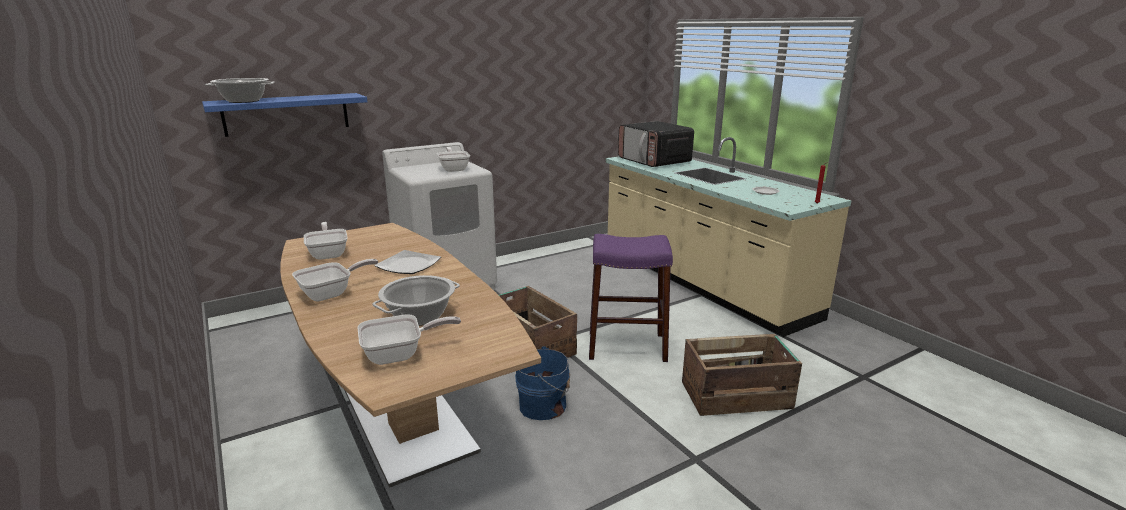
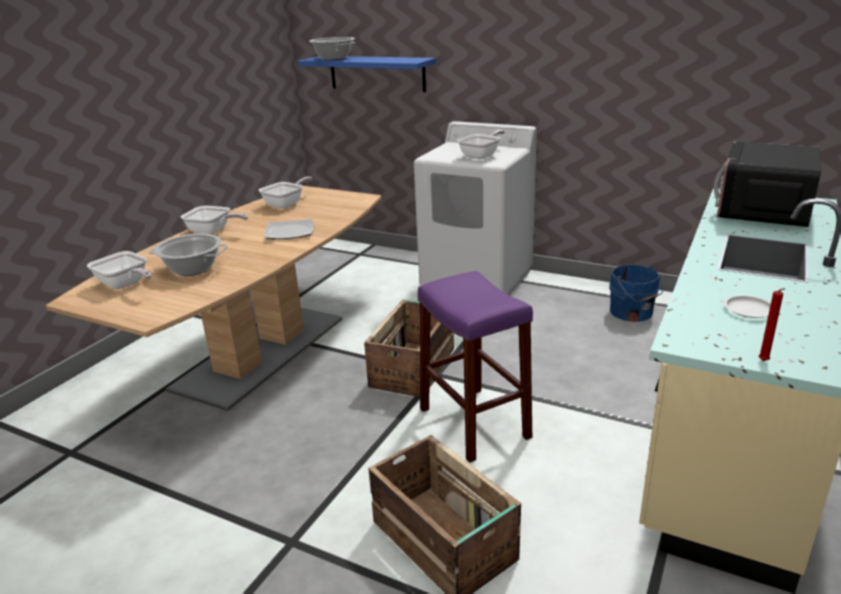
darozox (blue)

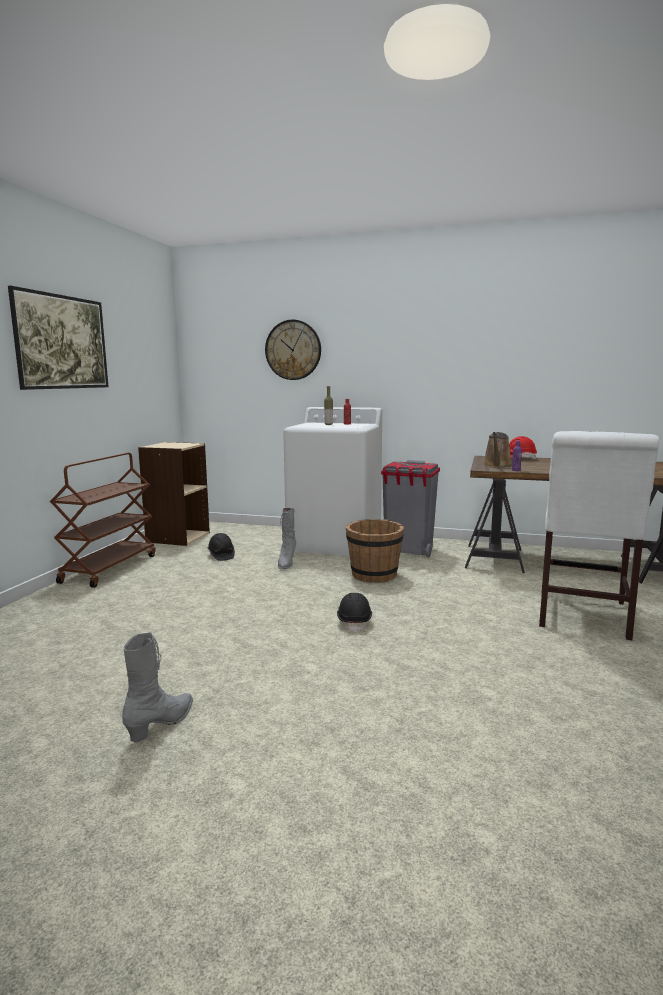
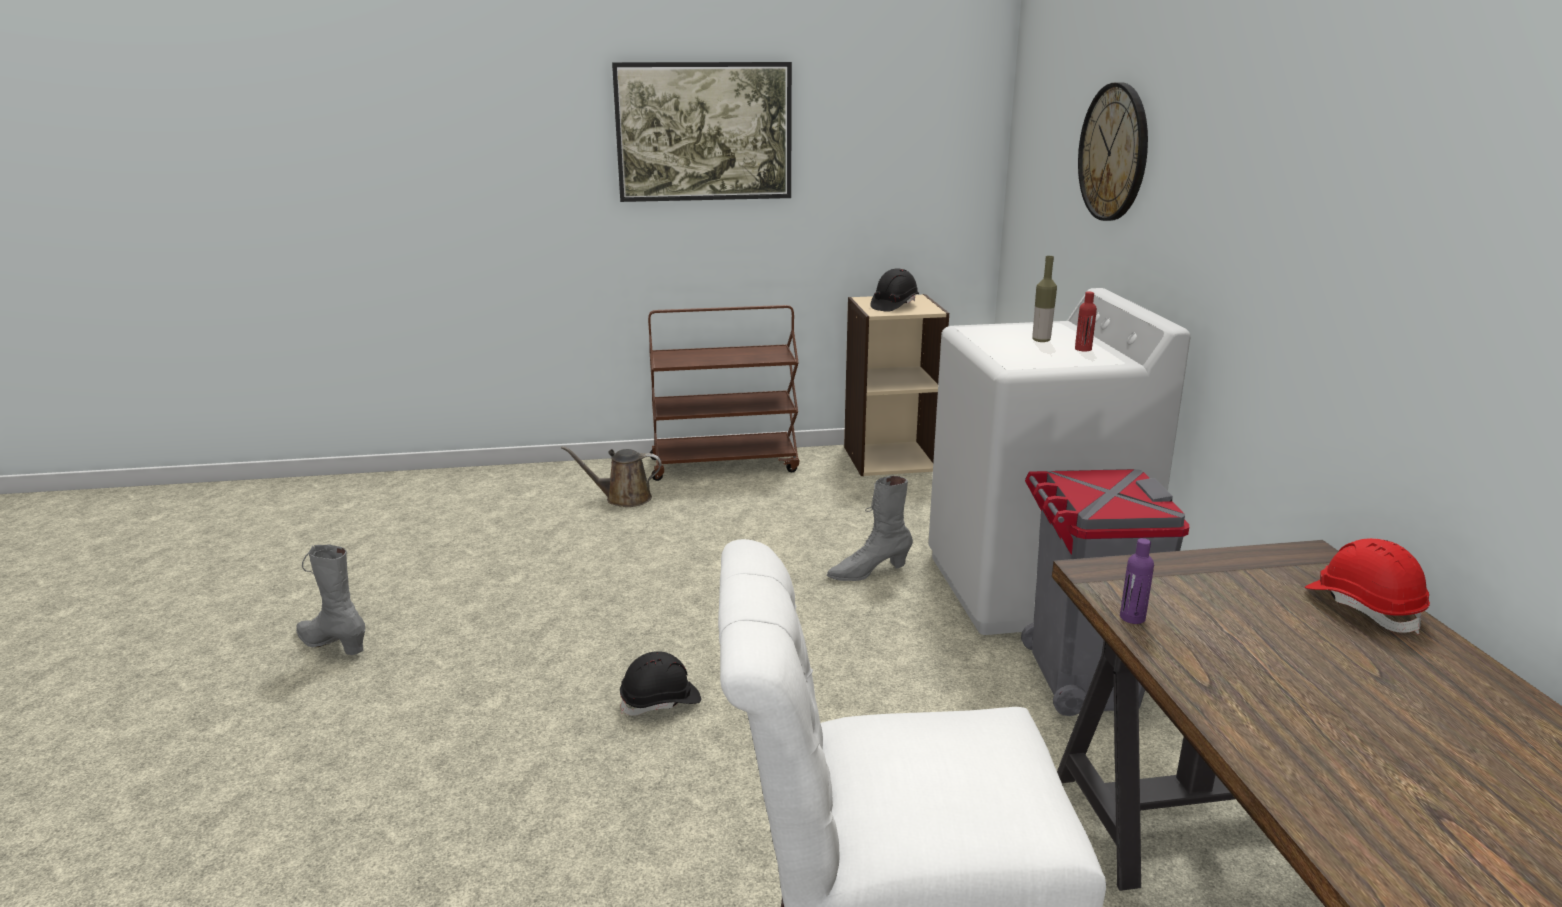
darozox (brown)
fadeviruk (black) (2nd from left)
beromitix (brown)
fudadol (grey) (1st from left)

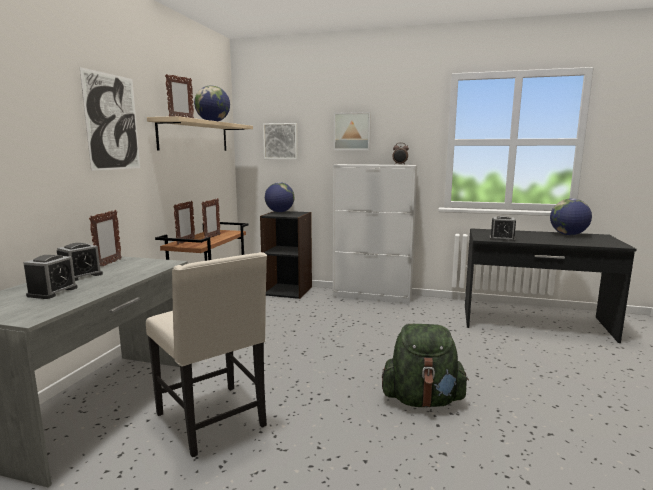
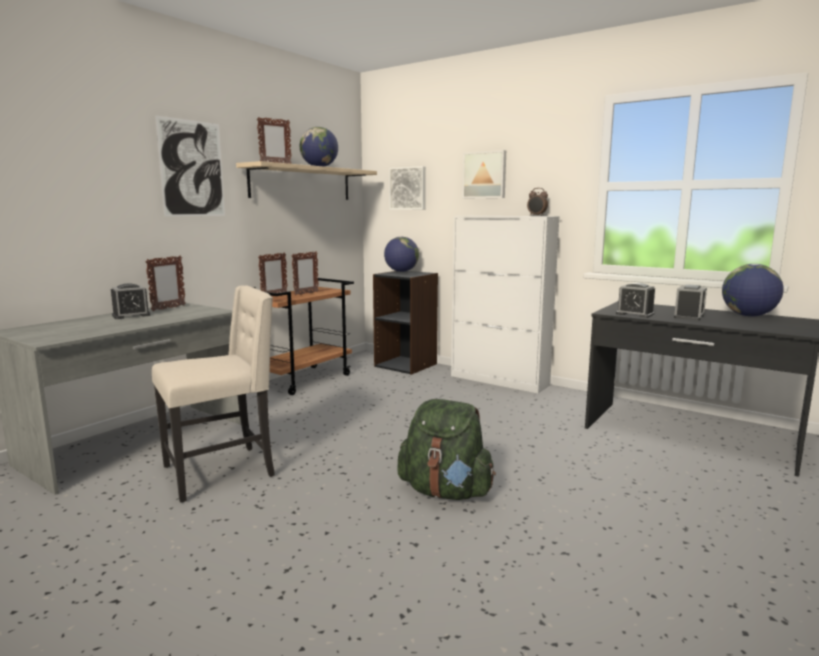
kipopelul (4th from left)
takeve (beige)

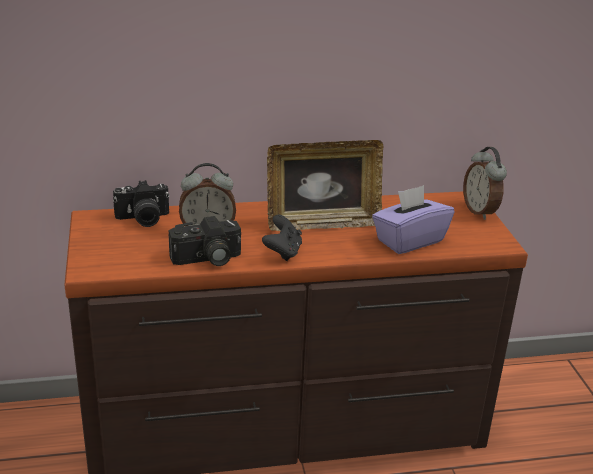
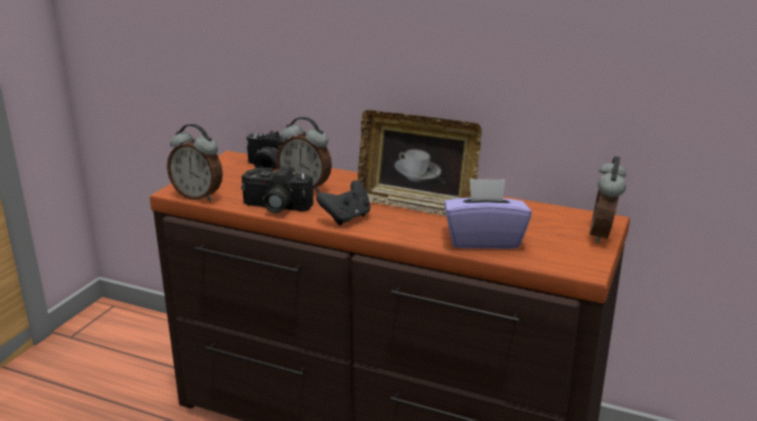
kipopelul (1st from left)

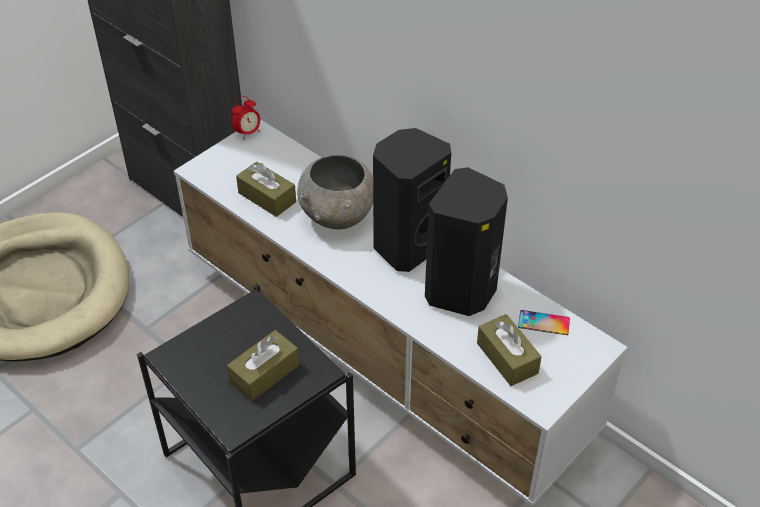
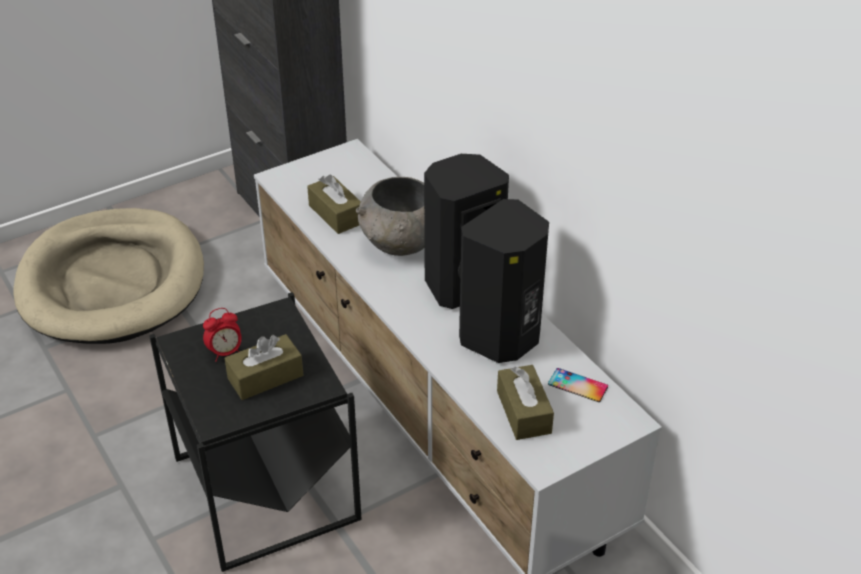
kipopelul

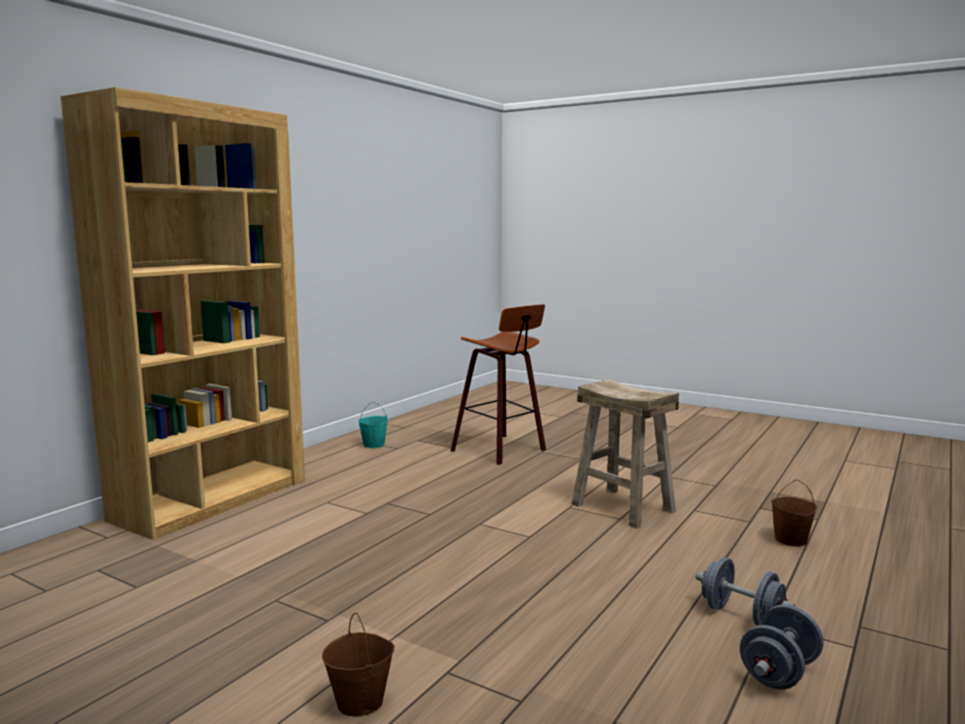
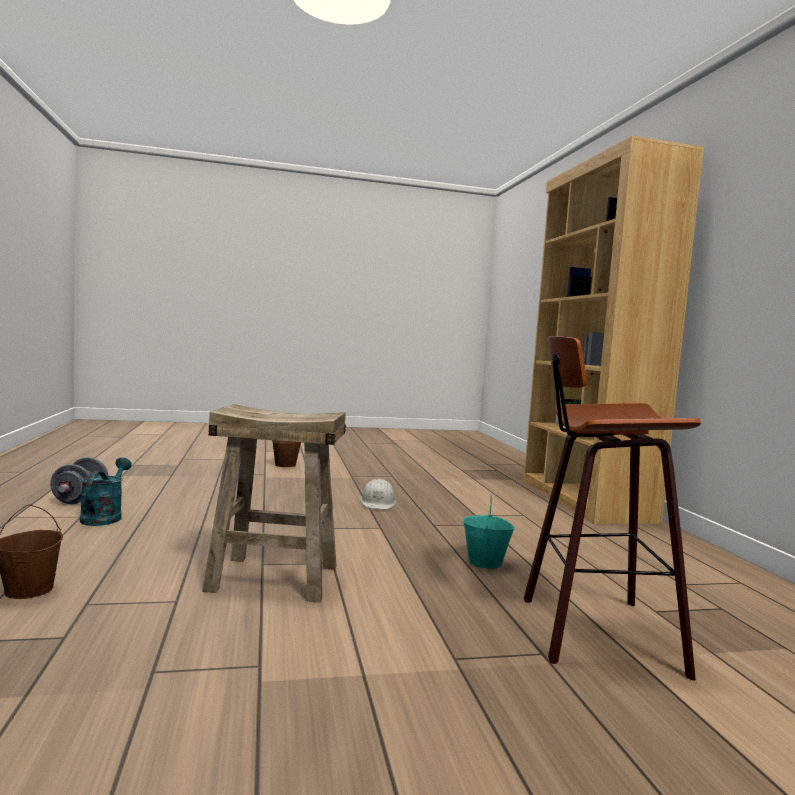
fadeviruk (white)
darozox (turquoise)
beromitix (turquoise)

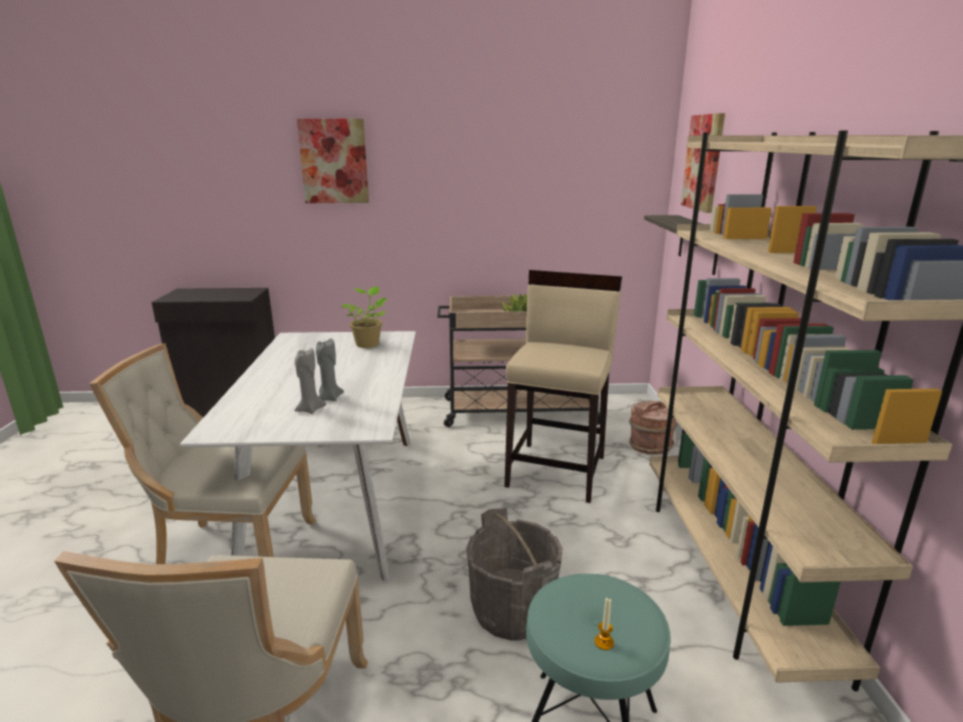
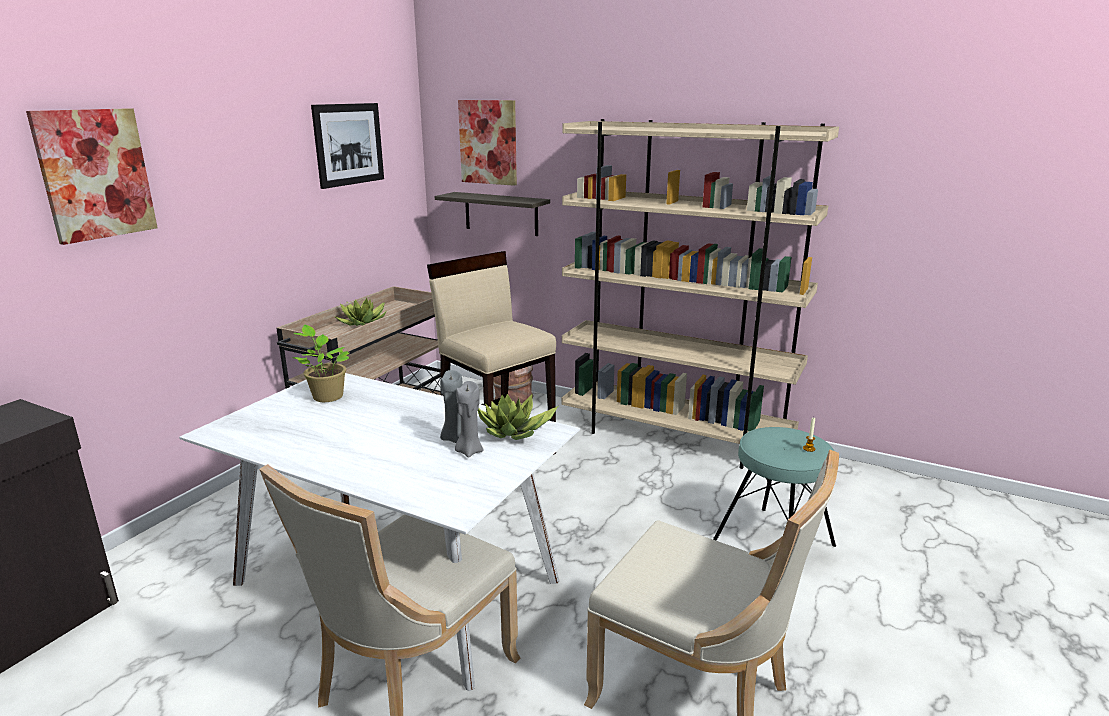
darozox (grey)
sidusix (2nd from left)
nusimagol (3rd from left)

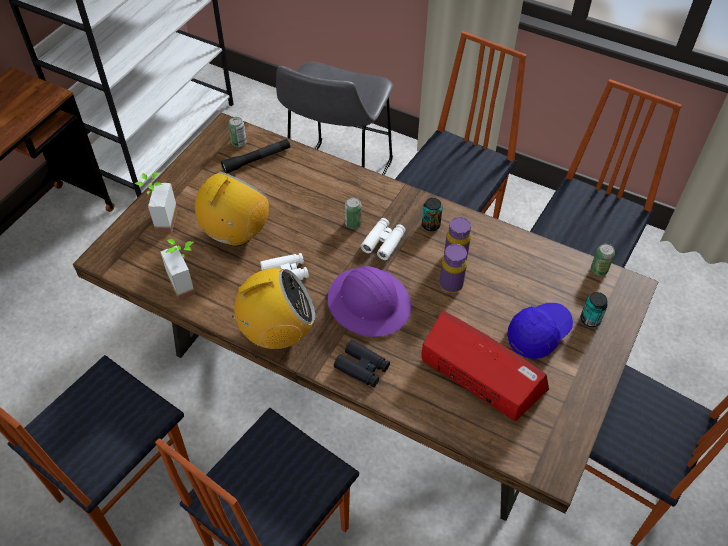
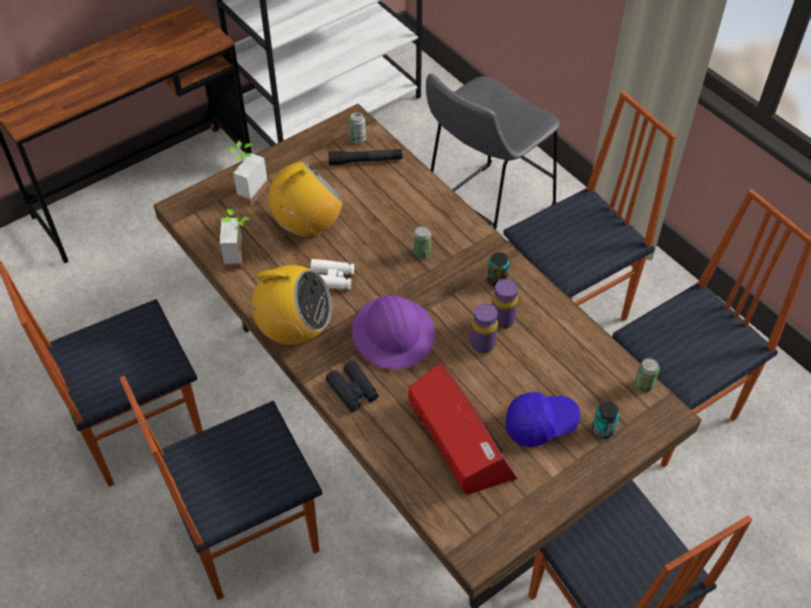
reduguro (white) (2nd from left in the first image)

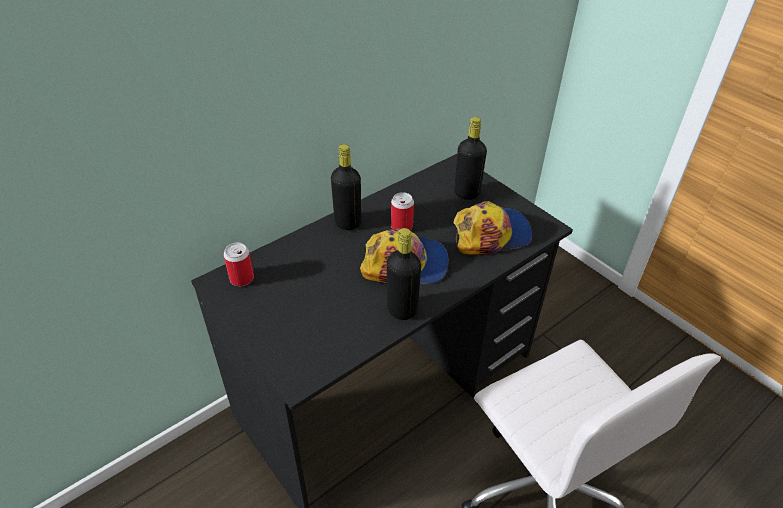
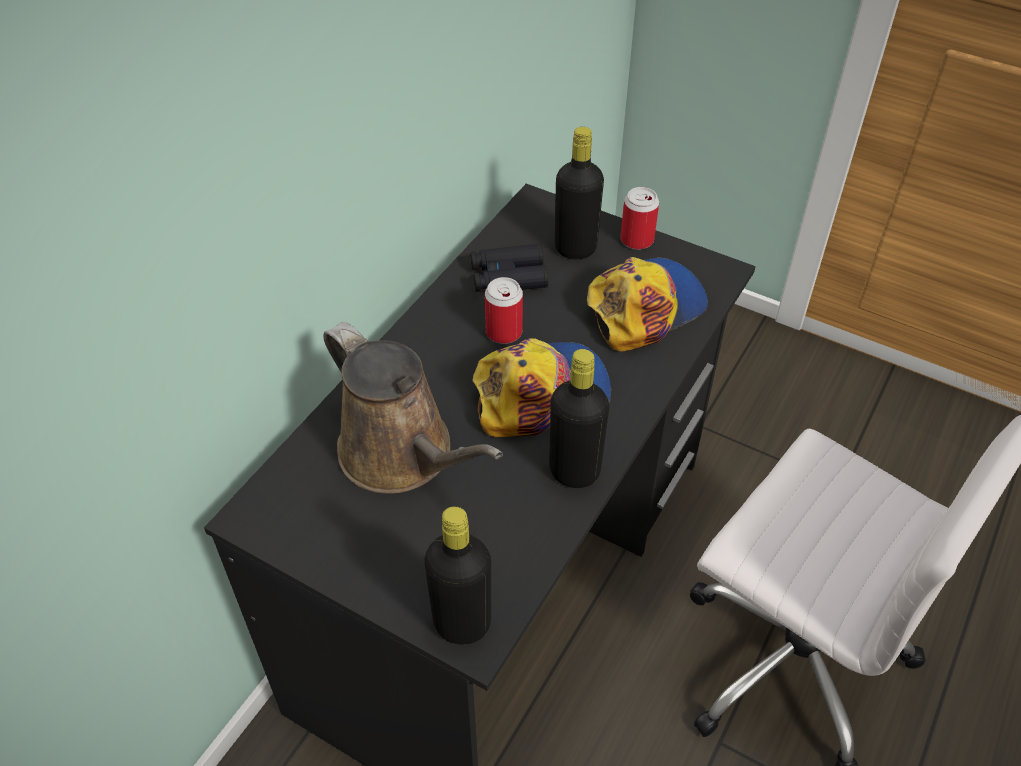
beromitix (brown)
reduguro (black)
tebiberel (2nd from left)
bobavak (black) (1st from left)

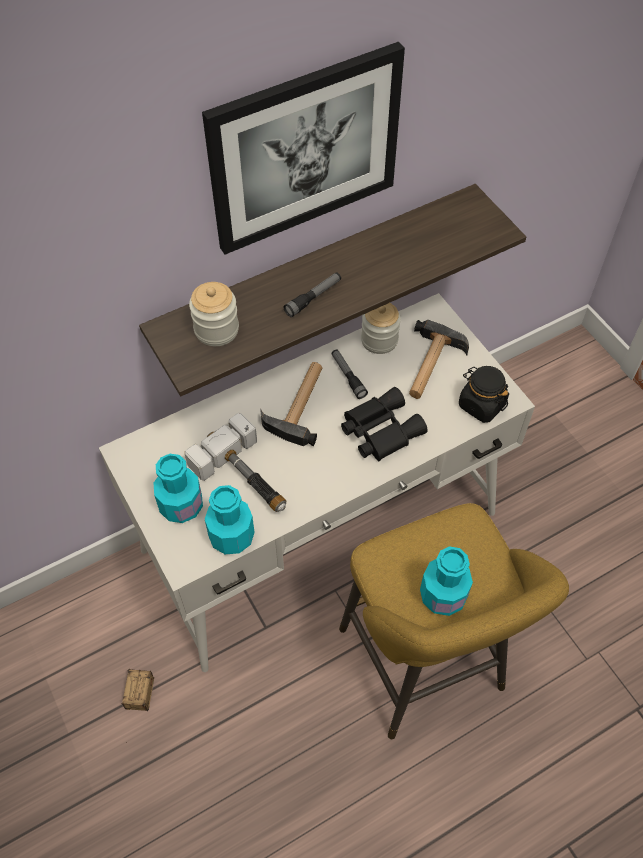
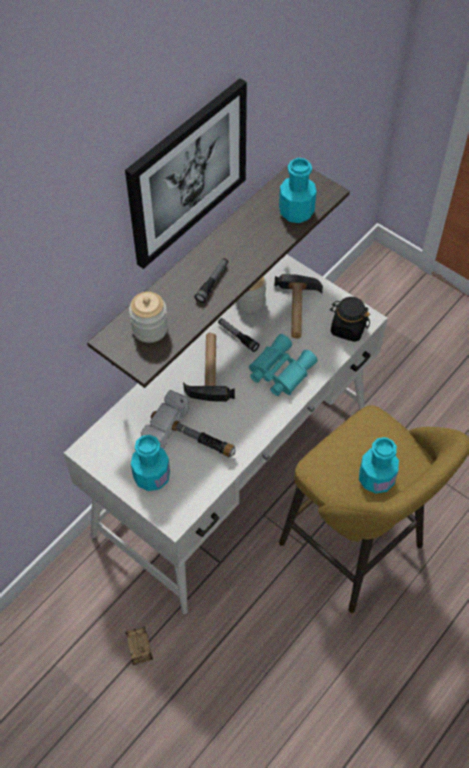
bobavak (turquoise) (2nd from left)
reduguro (turquoise)

